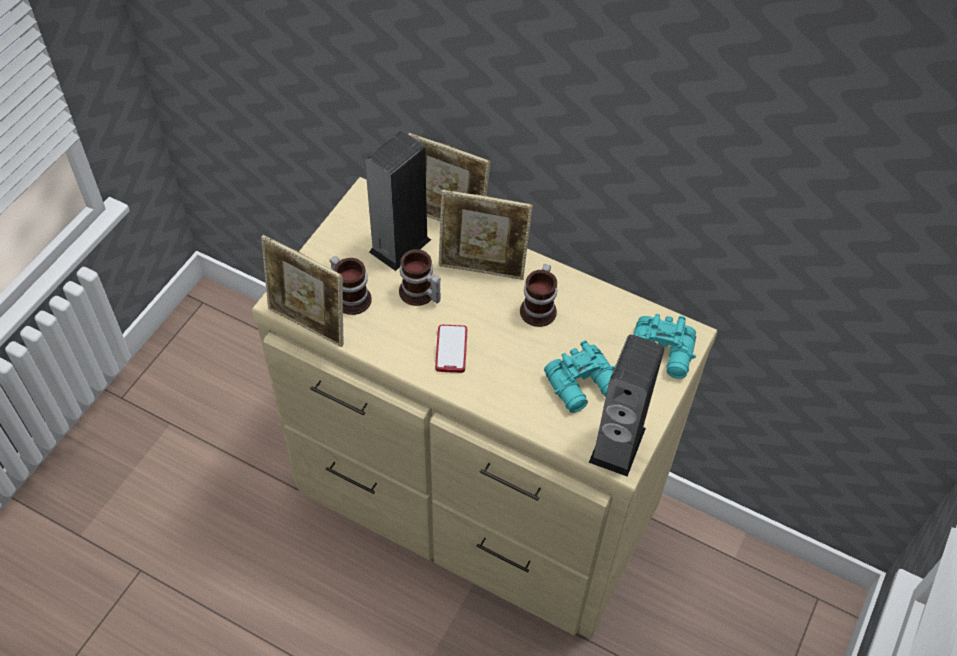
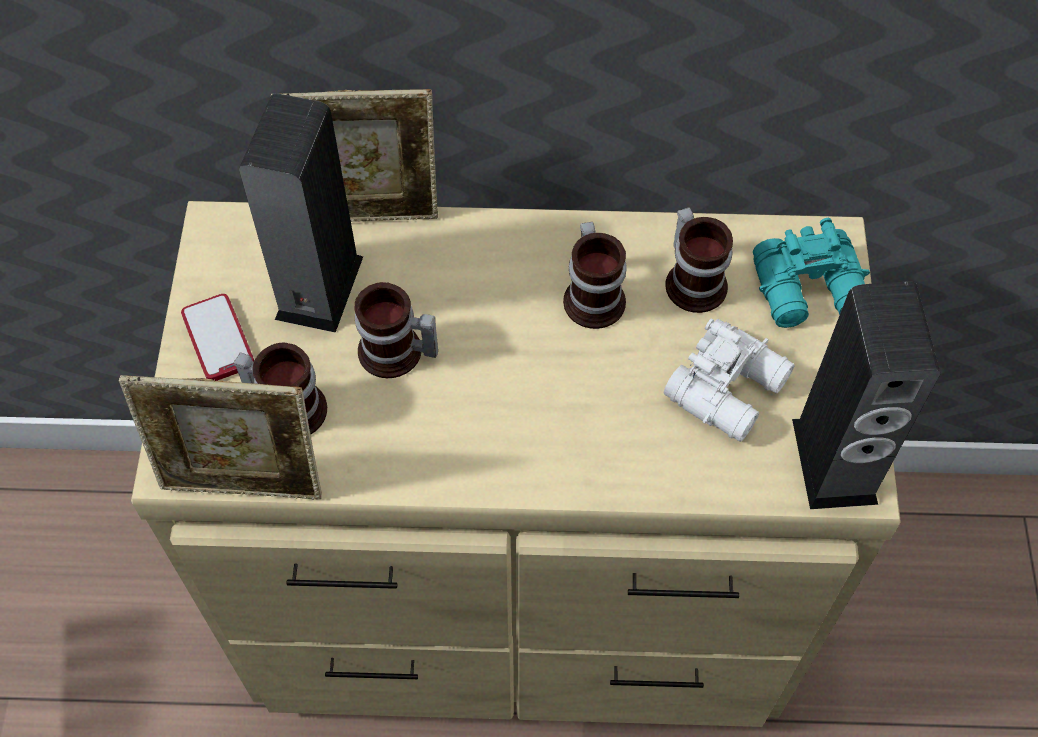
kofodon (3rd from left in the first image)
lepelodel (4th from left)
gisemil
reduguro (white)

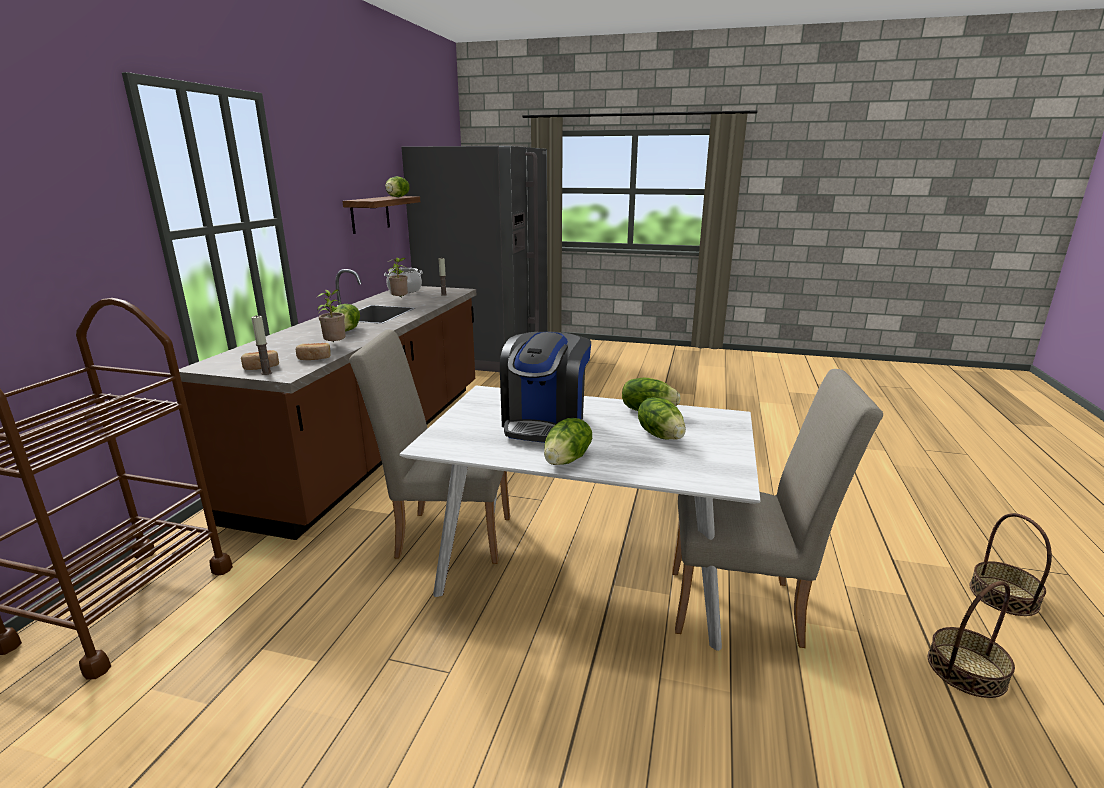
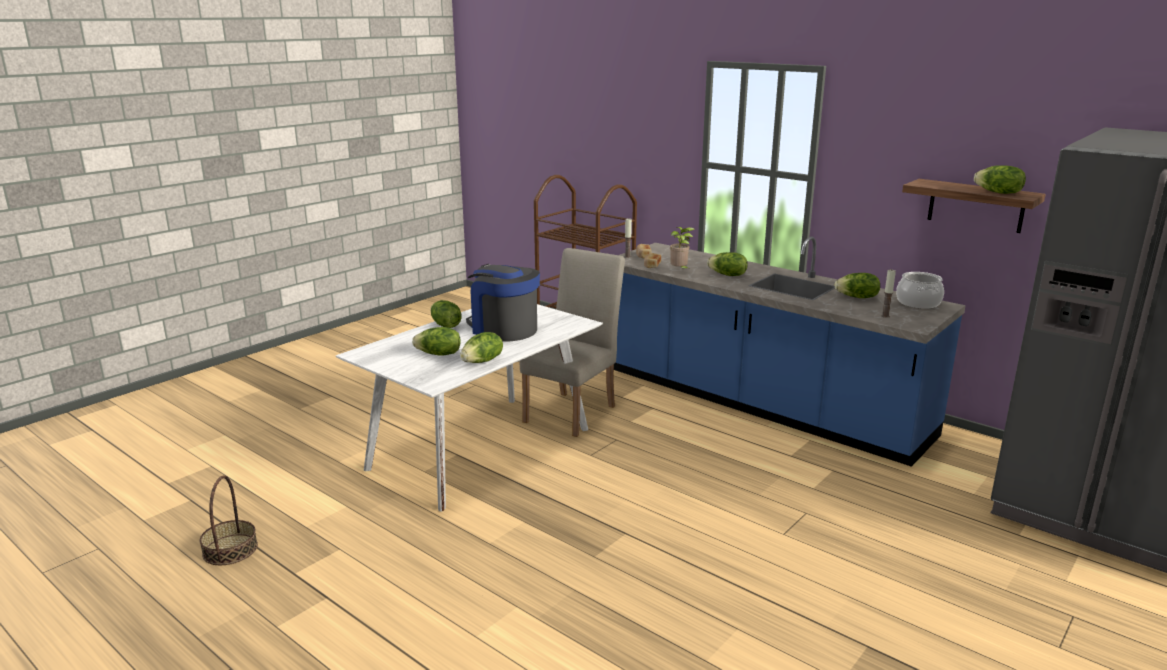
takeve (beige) (2nd from left in the first image)
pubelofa (2nd from left in the first image)
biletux (5th from left)
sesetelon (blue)

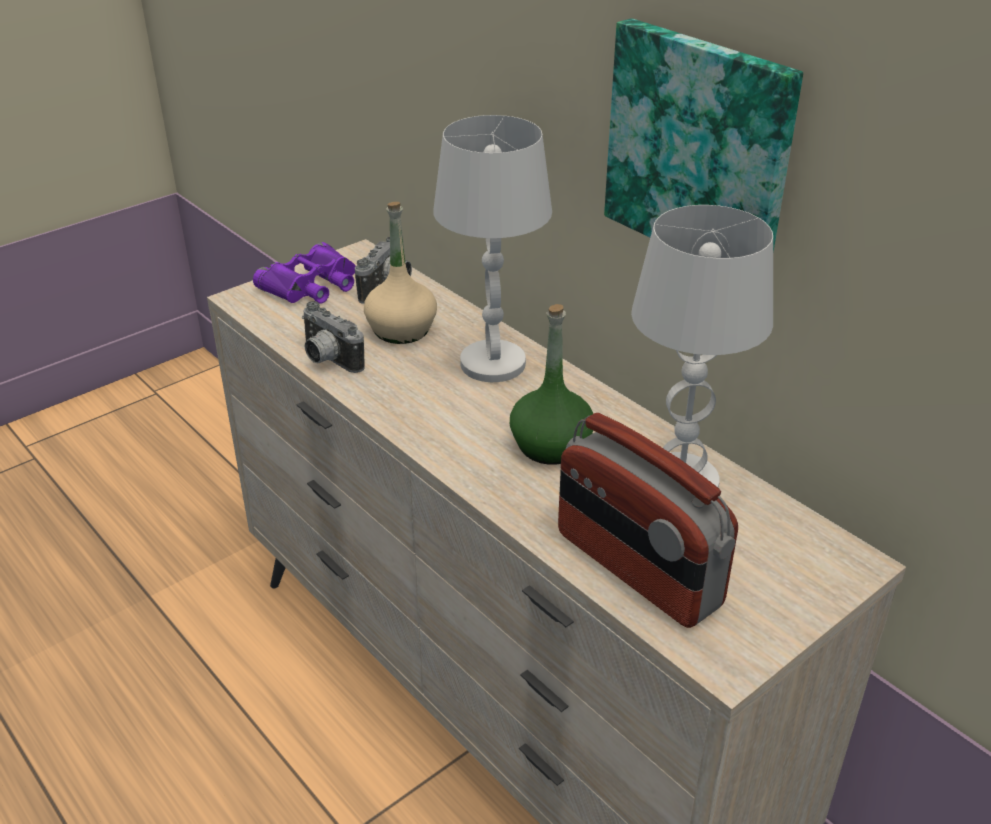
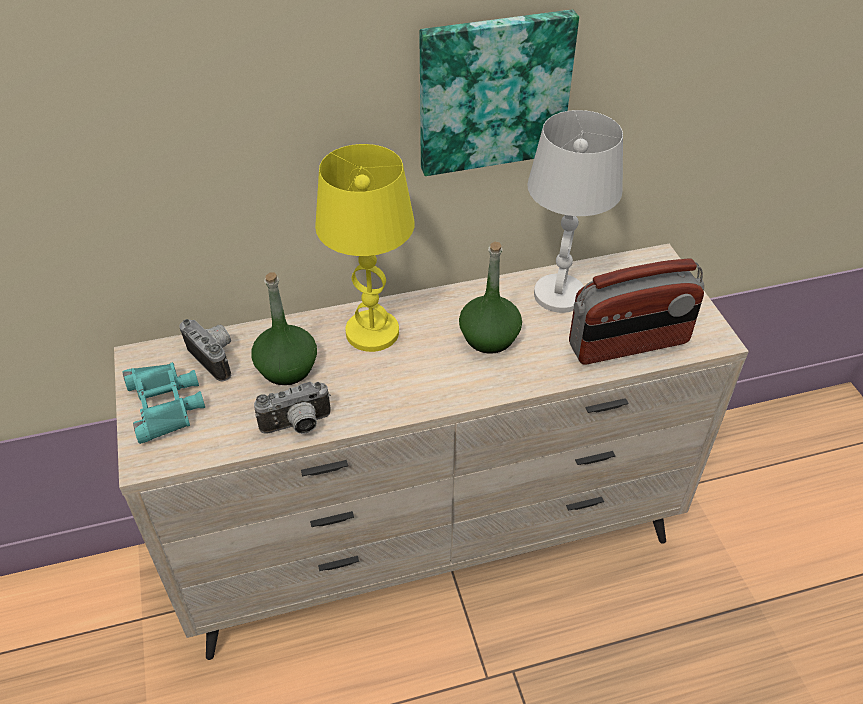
reduguro (turquoise)
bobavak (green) (1st from left)
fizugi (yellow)

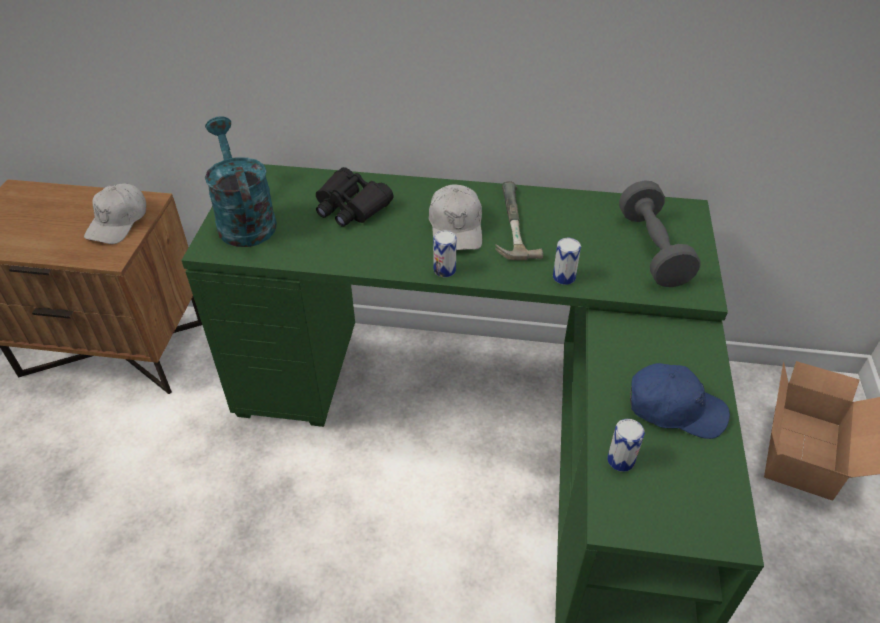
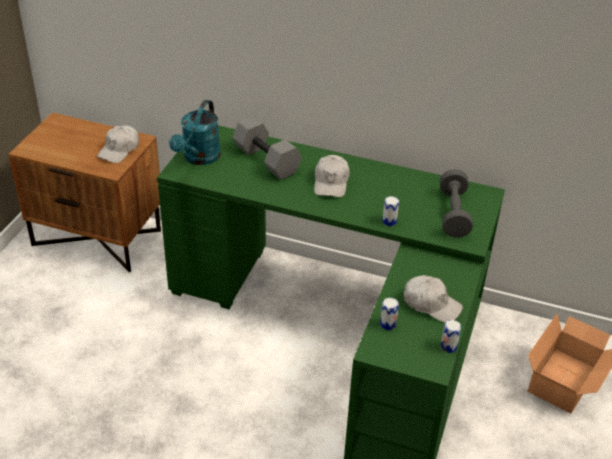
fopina
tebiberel (3rd from left)
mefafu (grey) (1st from left)
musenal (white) (3rd from left)
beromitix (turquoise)

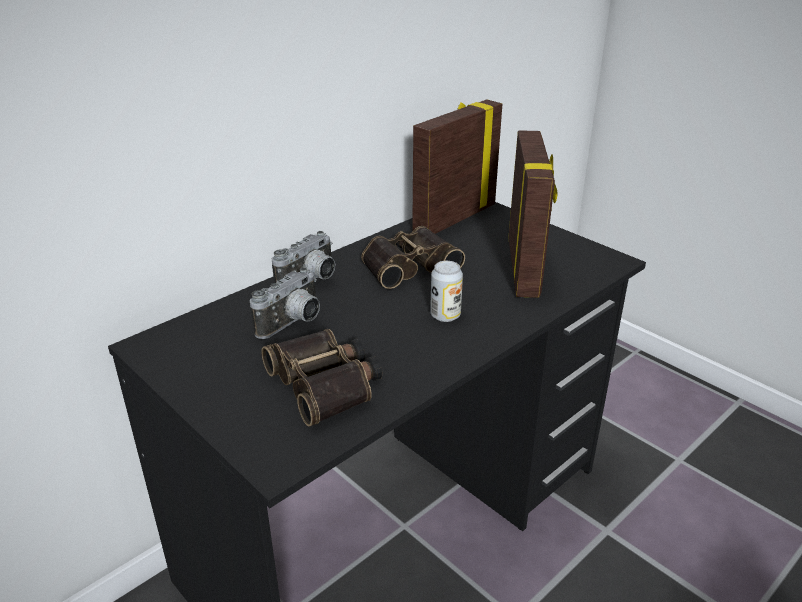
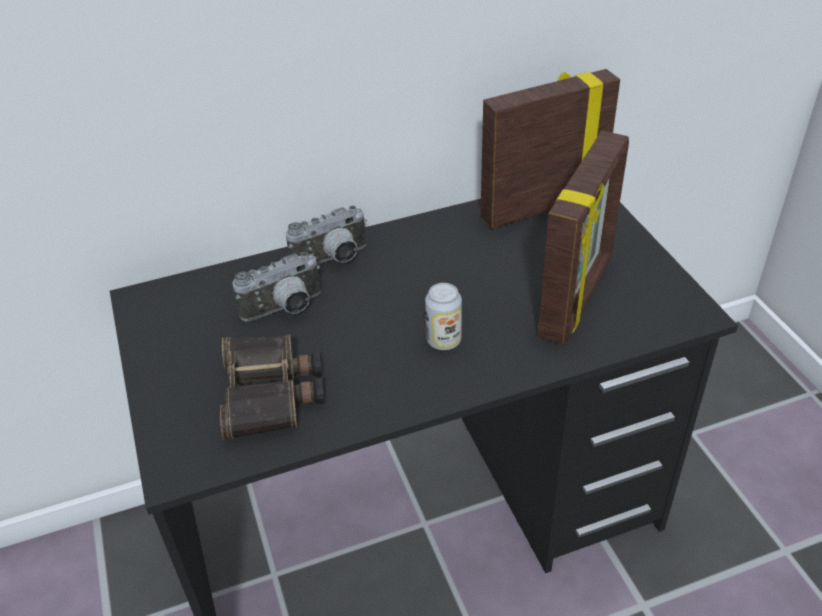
reduguro (2nd from left in the first image)

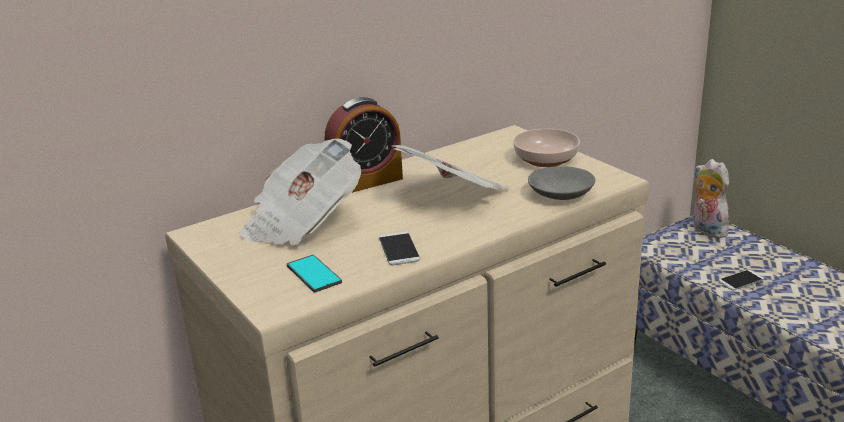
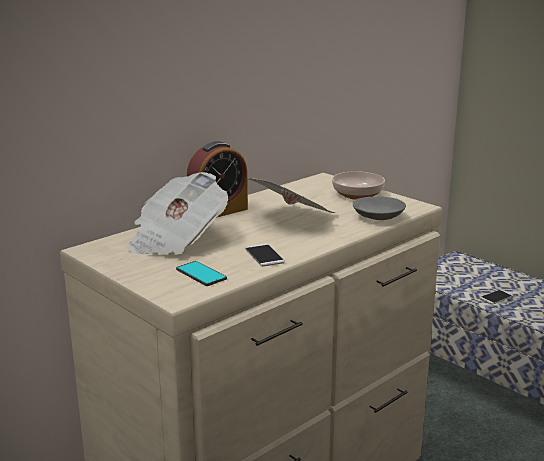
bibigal

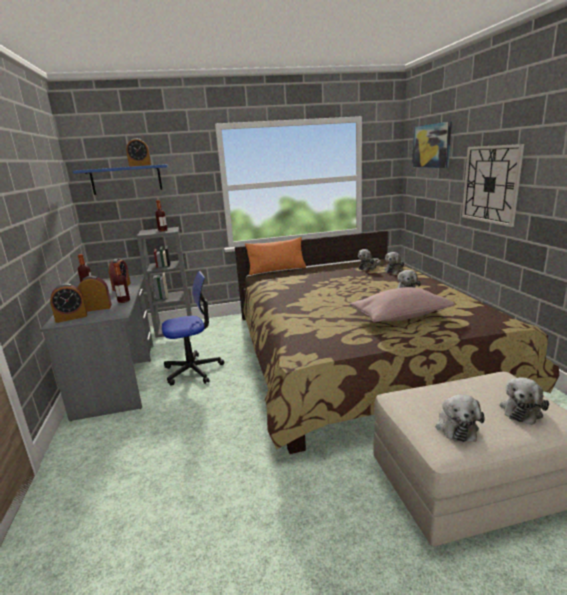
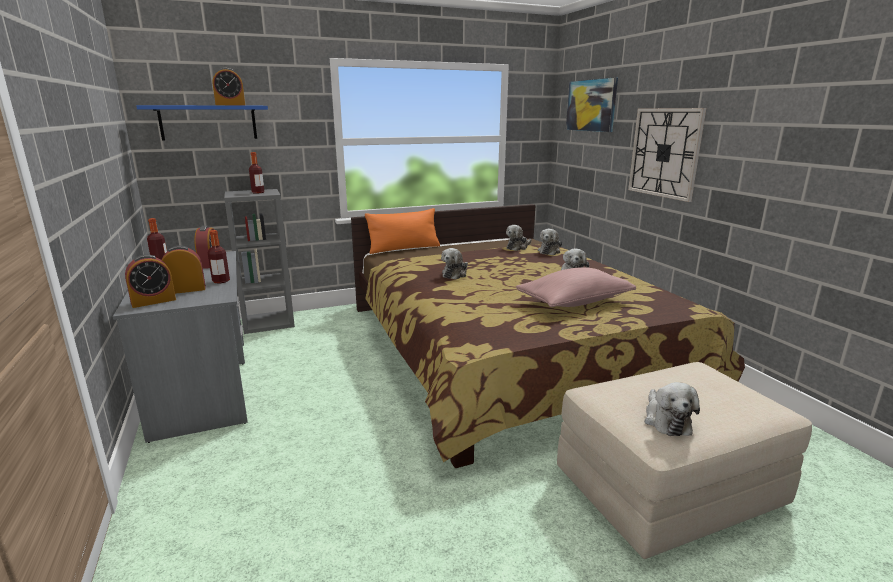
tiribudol
bibigal (1st from left)

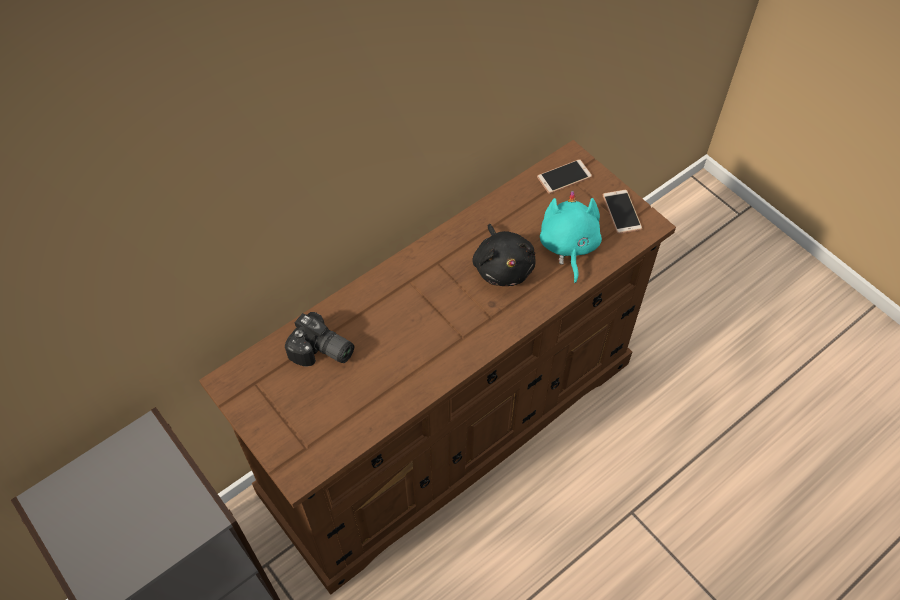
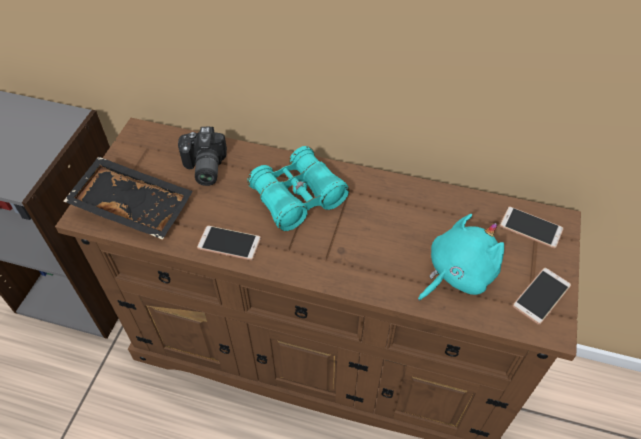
bibigal (black)
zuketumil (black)
gisemil (1st from left)
reduguro (turquoise)

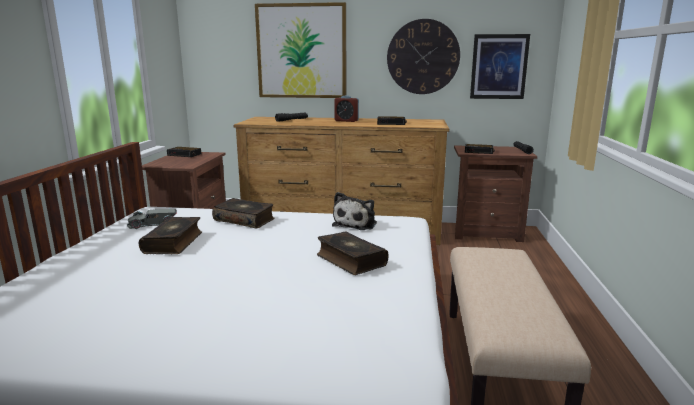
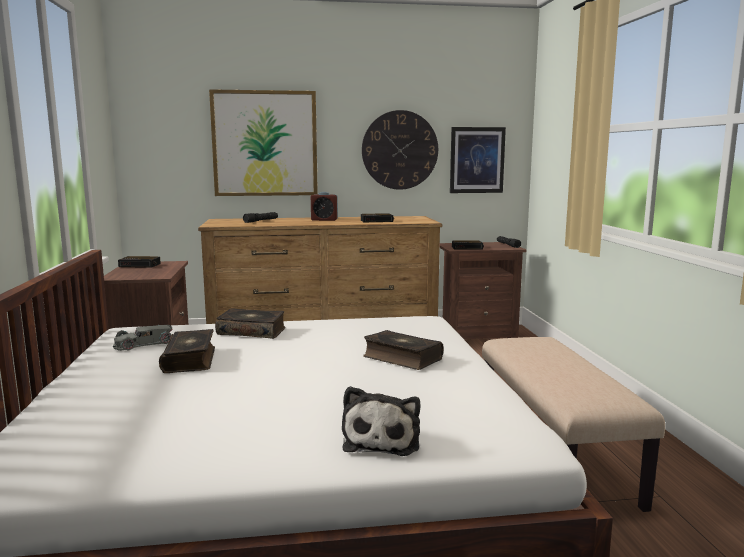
bibigal

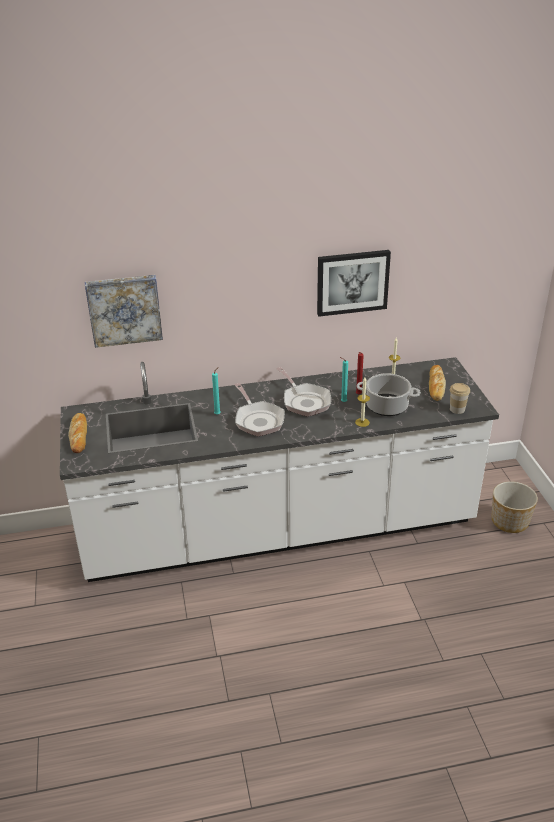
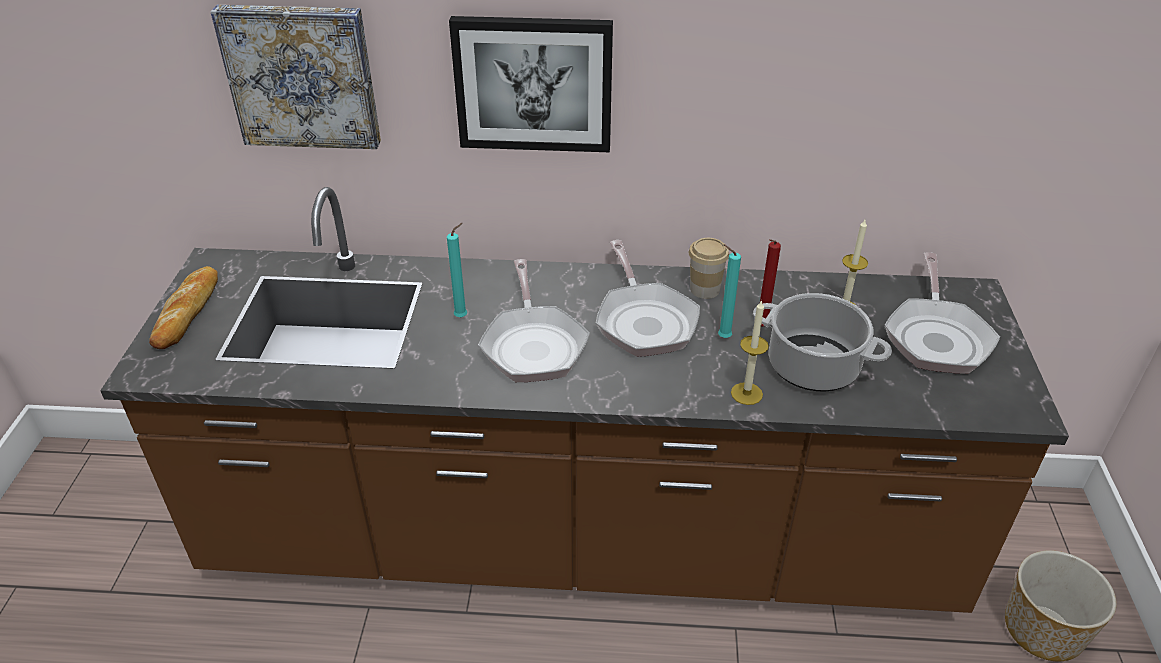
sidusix (2nd from left)
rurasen
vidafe (3rd from left)
sesetelon (brown)

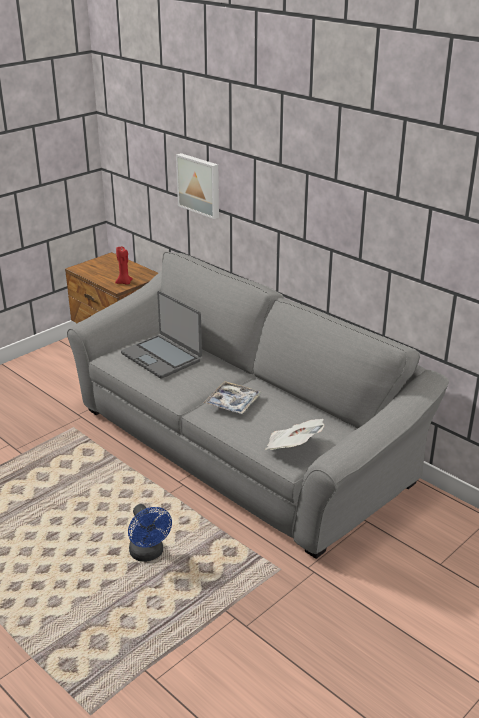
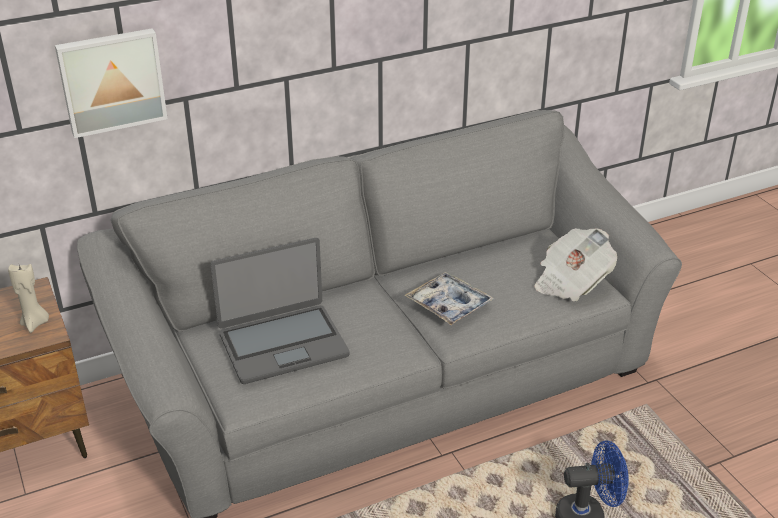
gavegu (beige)

